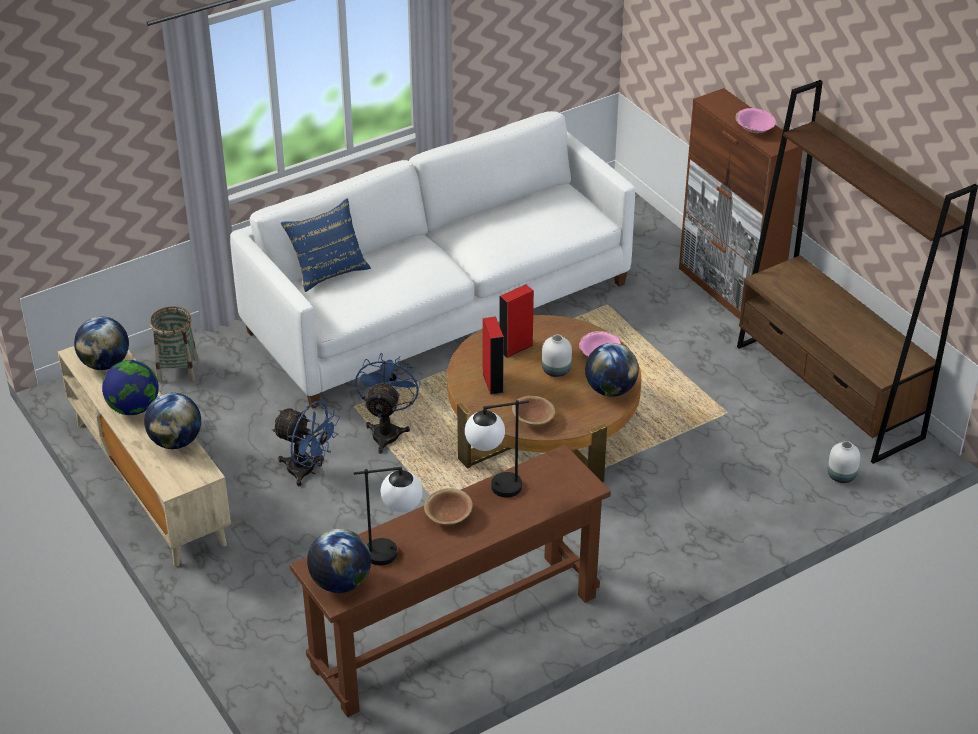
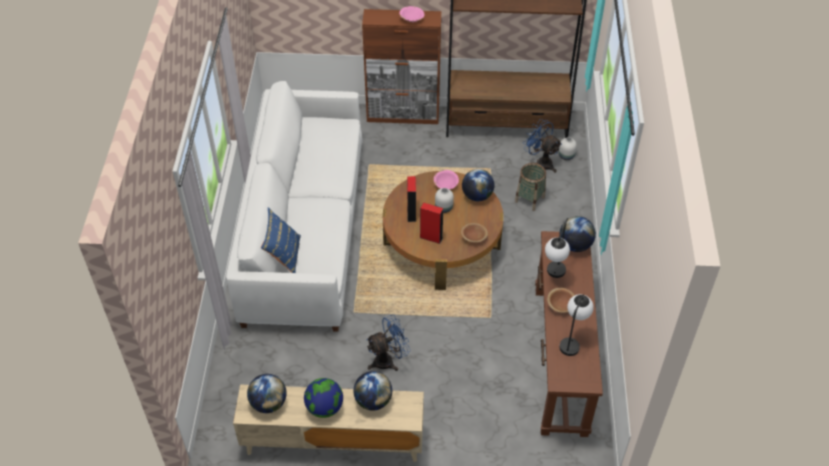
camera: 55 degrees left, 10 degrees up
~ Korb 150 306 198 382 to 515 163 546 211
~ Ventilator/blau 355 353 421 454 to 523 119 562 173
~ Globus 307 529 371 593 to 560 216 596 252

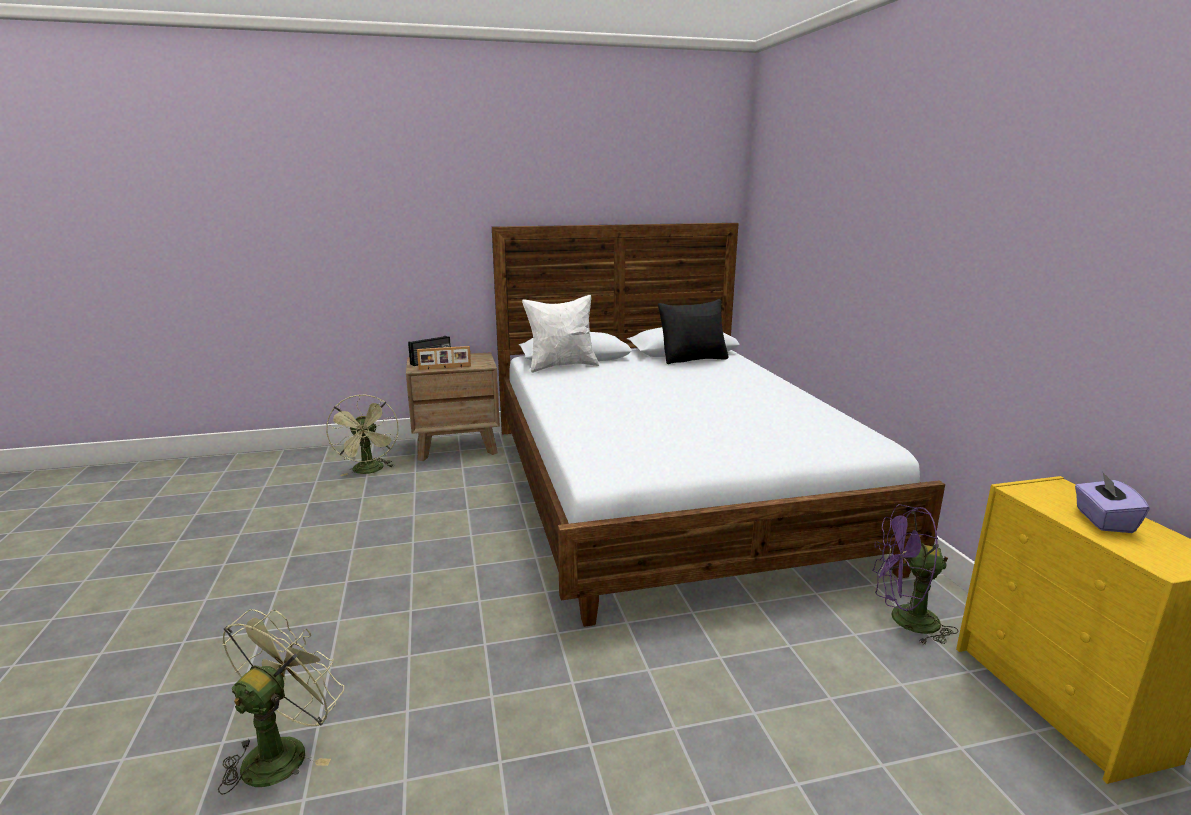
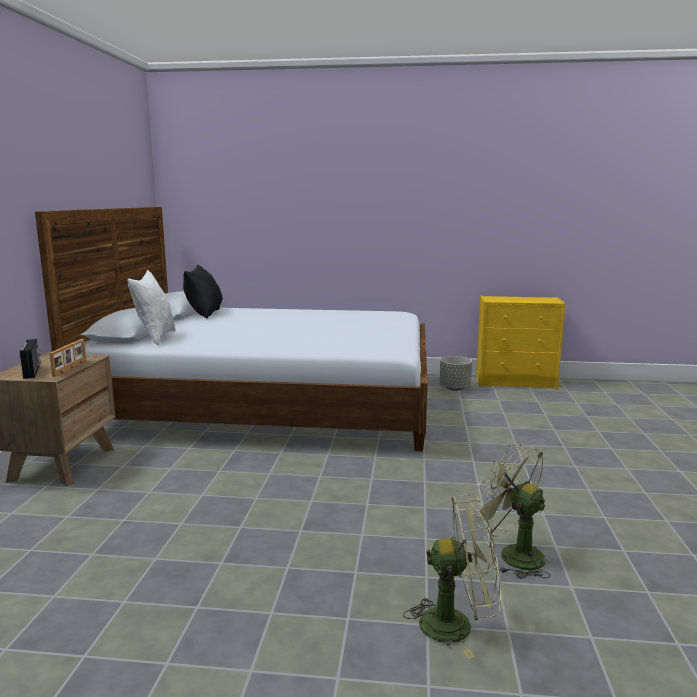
camera: 70 degrees left, 5 degrees down
~ Ventilator/grün 326 394 399 476 to 403 494 501 659
~ Ventilator/lila 872 504 959 645 to Pflanzkübel/grau 439 356 472 391
- Taschentuchbox/lila 1075 471 1149 533

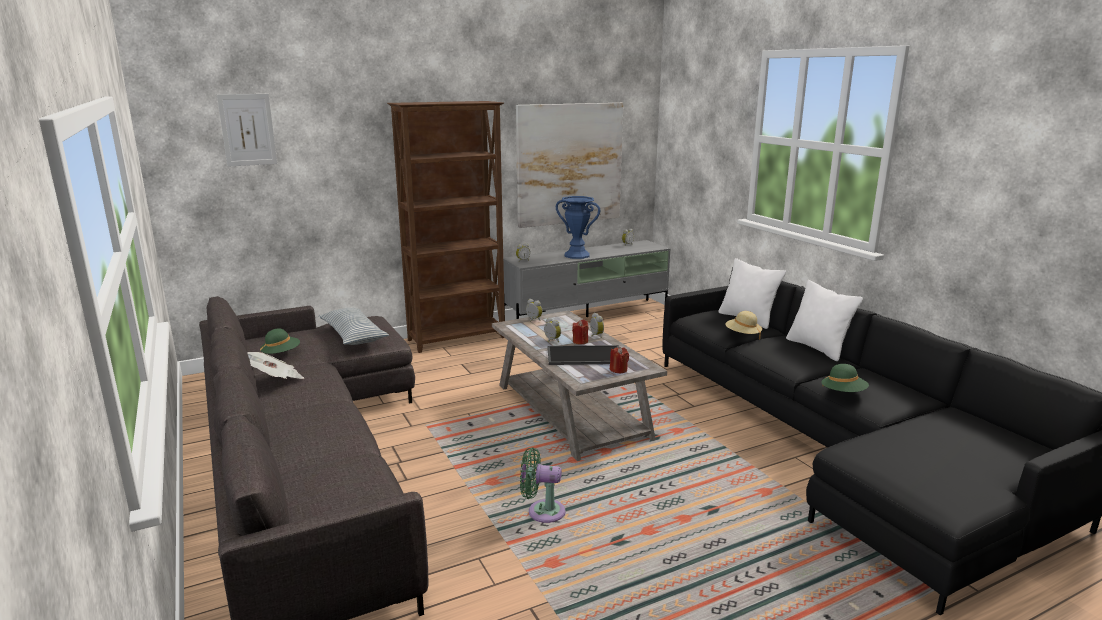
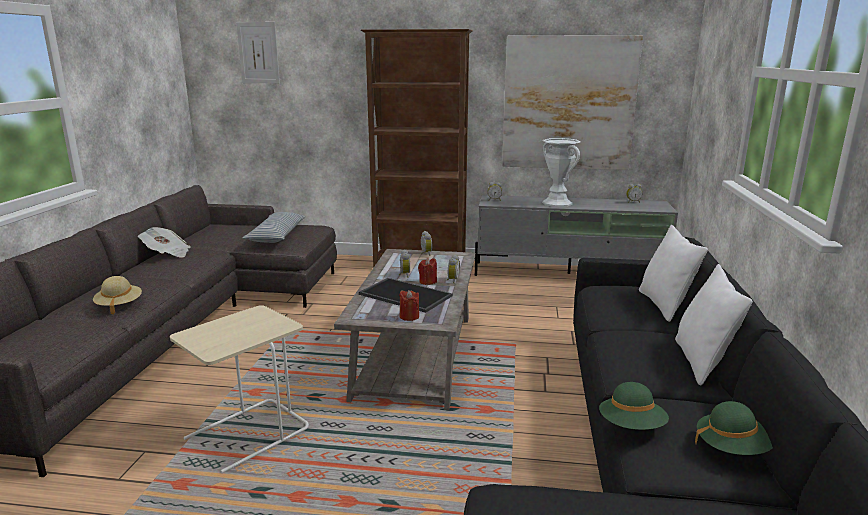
camera: 35 degrees right, 0 degrees up
~ Hut/beige 726 311 762 340 to 93 276 142 315
~ Ventilator/grün 520 447 566 523 to Beistelltisch/beige 170 305 309 473
~ Vase/blau 556 196 600 259 to Vase/weiß 542 138 581 207
~ Hut/grün 260 328 300 354 to 695 401 773 455

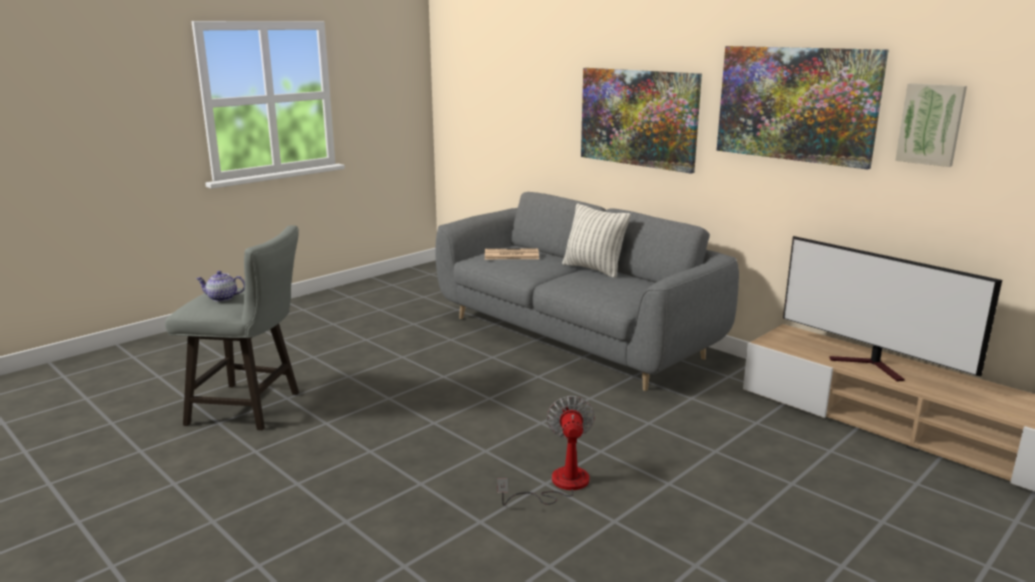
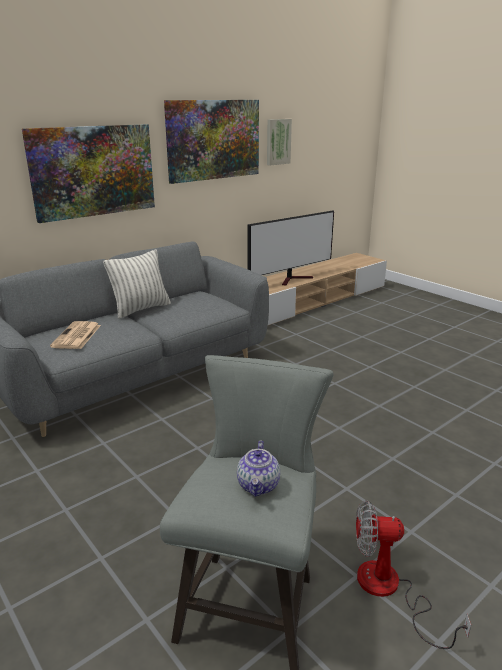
camera: 85 degrees left, 5 degrees up
~ Ventilator 497 396 595 505 to 356 500 471 649

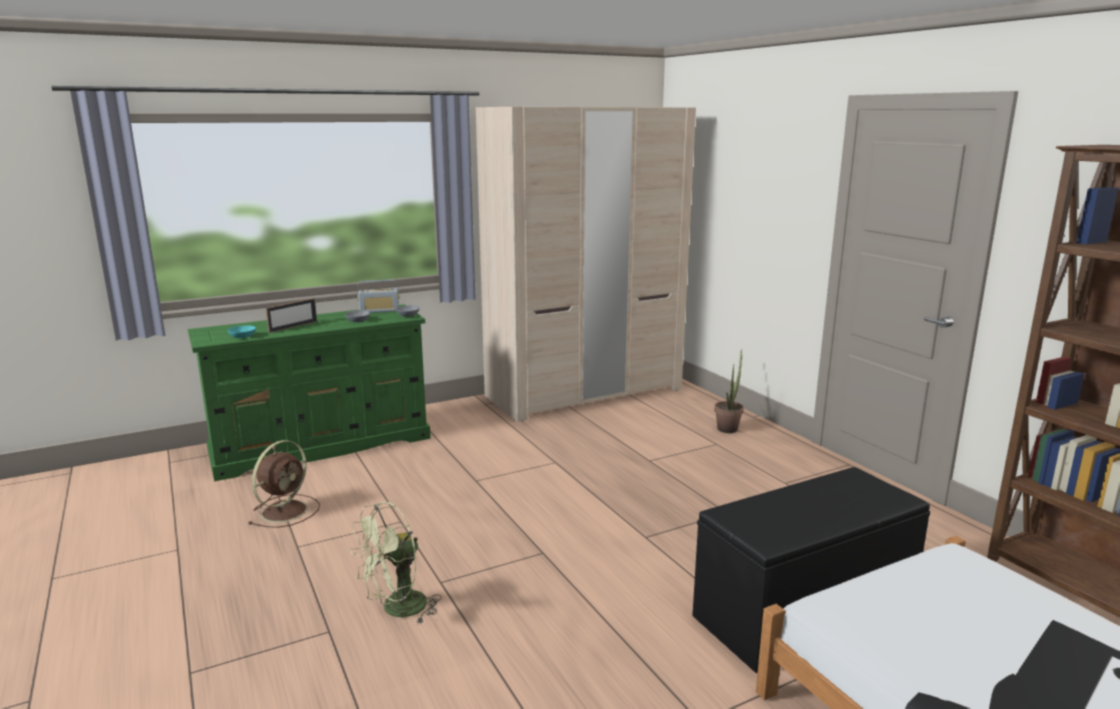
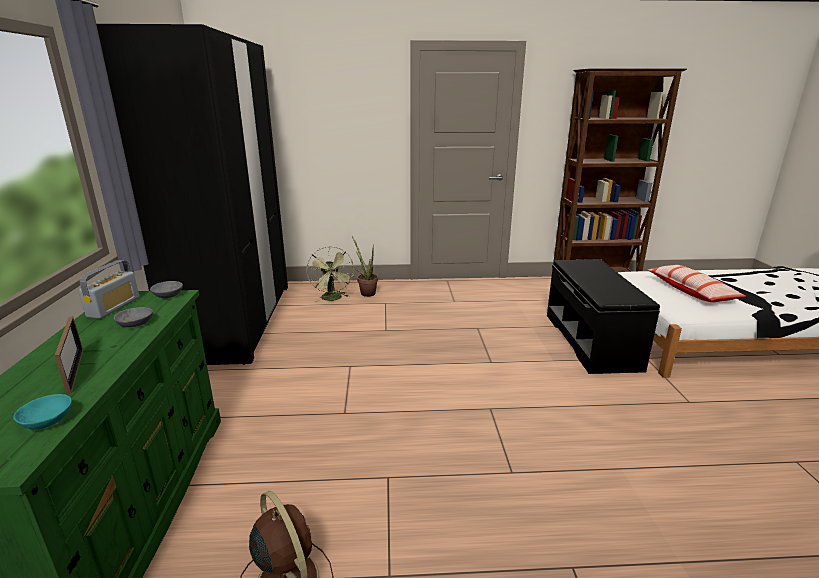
camera: 65 degrees left, 5 degrees up
~ Kleiderschrank/beige 476 107 696 422 to Kleiderschrank/schwarz 96 24 288 365
~ Ventilator/grün 350 502 441 623 to 307 246 354 302
+ Kissen 647 265 746 302

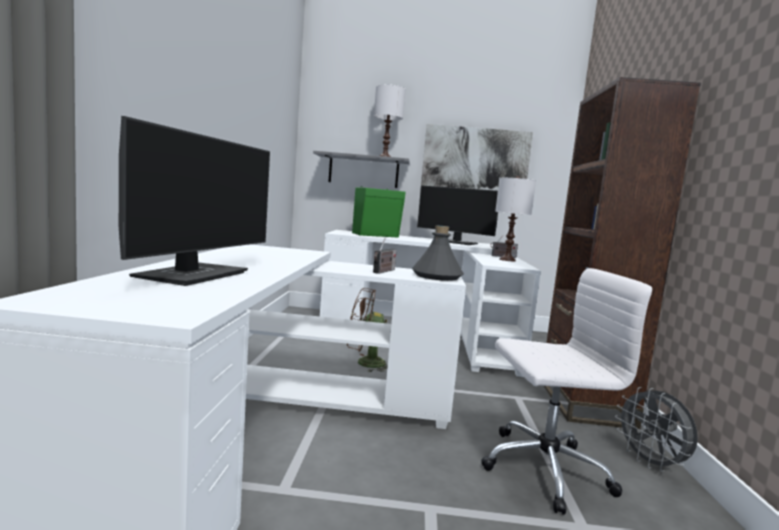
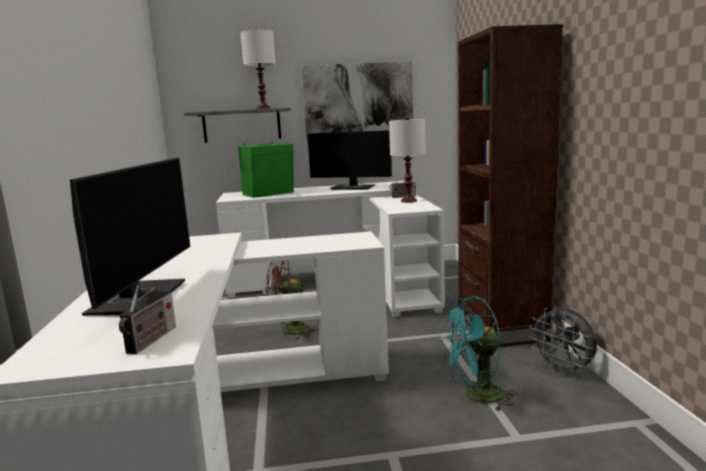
camera: 10 degrees left, 5 degrees up
~ Radio 373 238 397 274 to 119 285 176 354
~ Bürostuhl/weiß 481 268 652 515 to Ventilator/türkis 438 296 517 412
- Flasche/grau 412 225 464 281

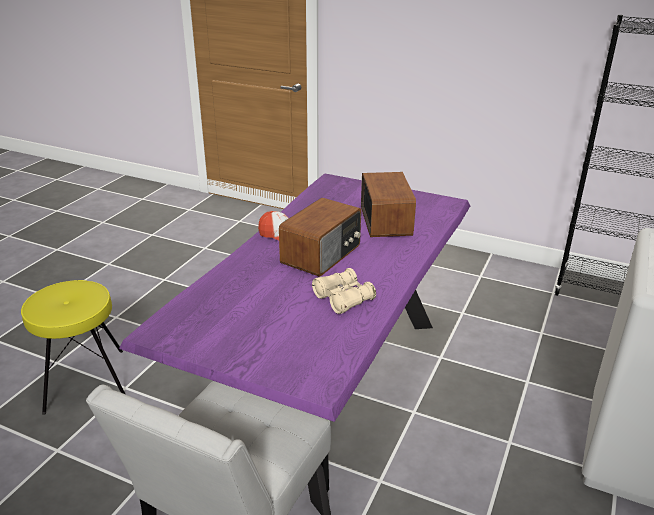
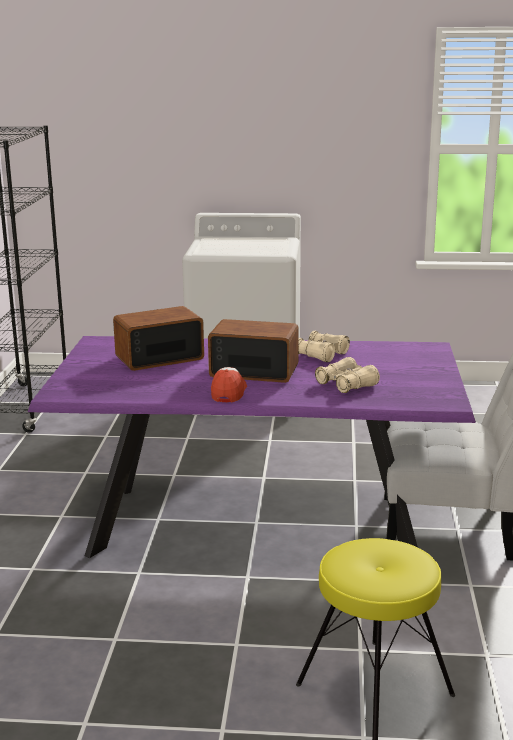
camera: 110 degrees left, 10 degrees down
+ Fernglas/beige 315 357 380 393

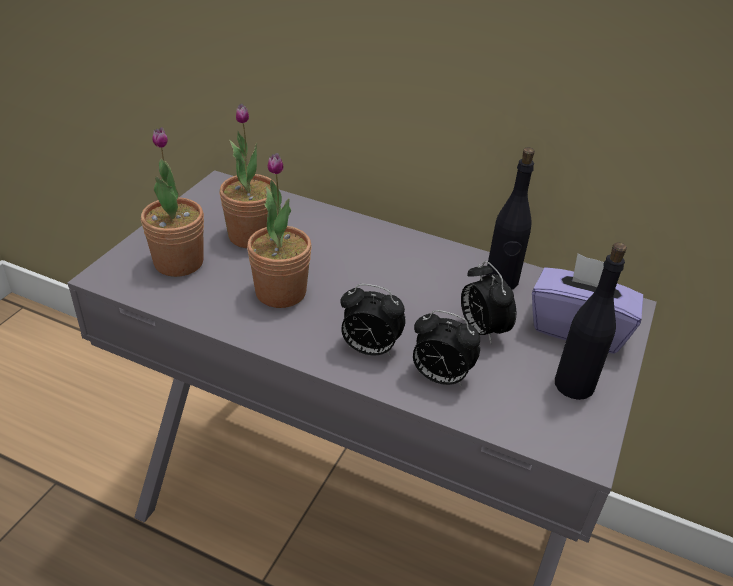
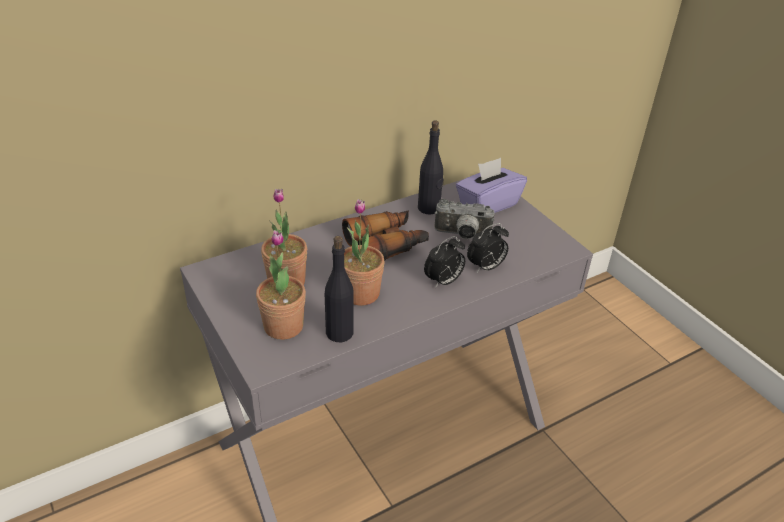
camera: 55 degrees left, 0 degrees up
~ Flasche/schwarz 555 242 627 400 to 325 236 354 342
+ Fernglas 342 210 429 261
~ Wecker 461 261 516 344 to Kamera 434 199 495 239

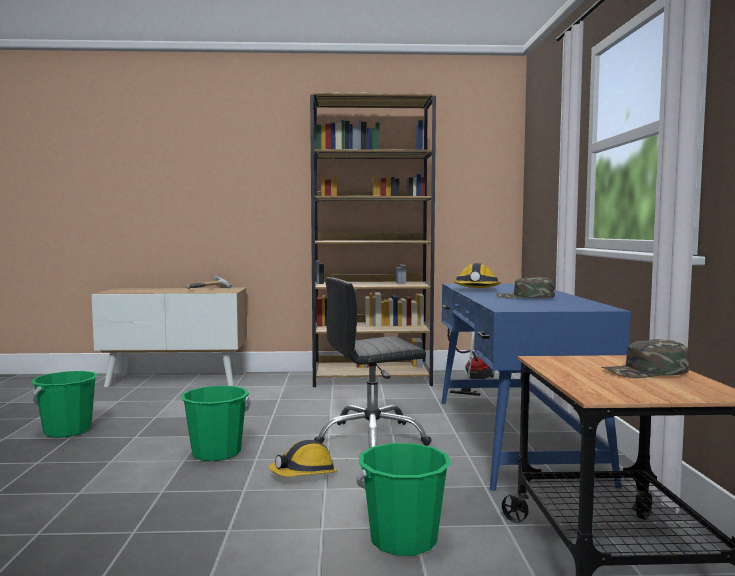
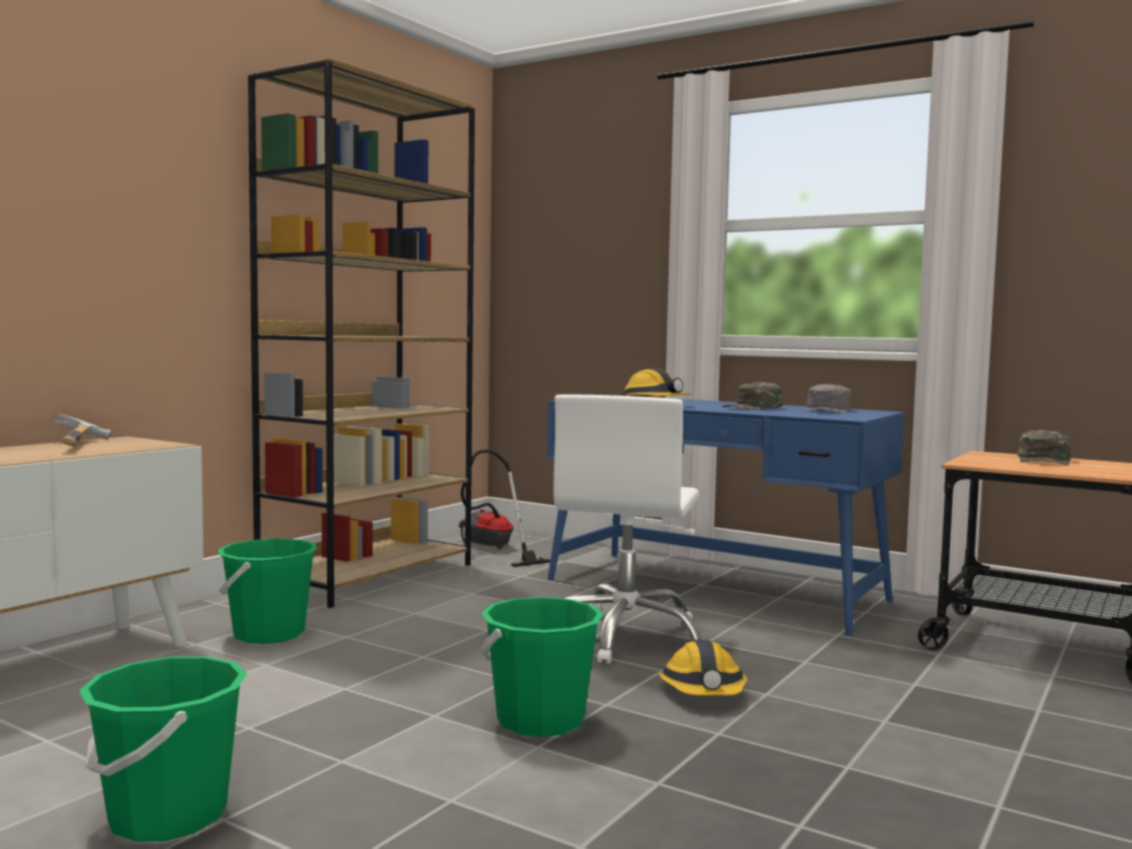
camera: 55 degrees left, 0 degrees up
~ Eimer/grün 357 443 451 556 to 218 539 318 644
~ Bürostuhl/schwarz 314 277 431 448 to Bürostuhl/weiß 554 395 702 664
+ Kappe/grau 804 384 851 413

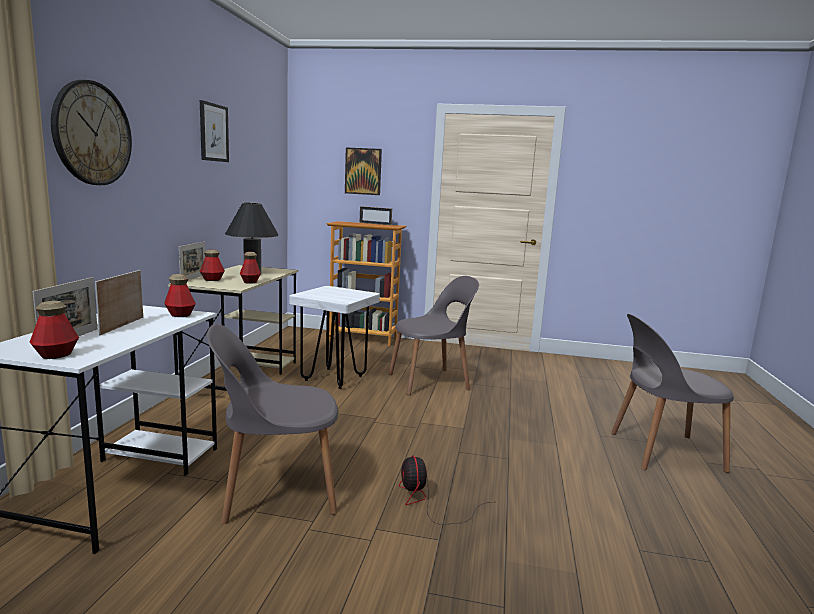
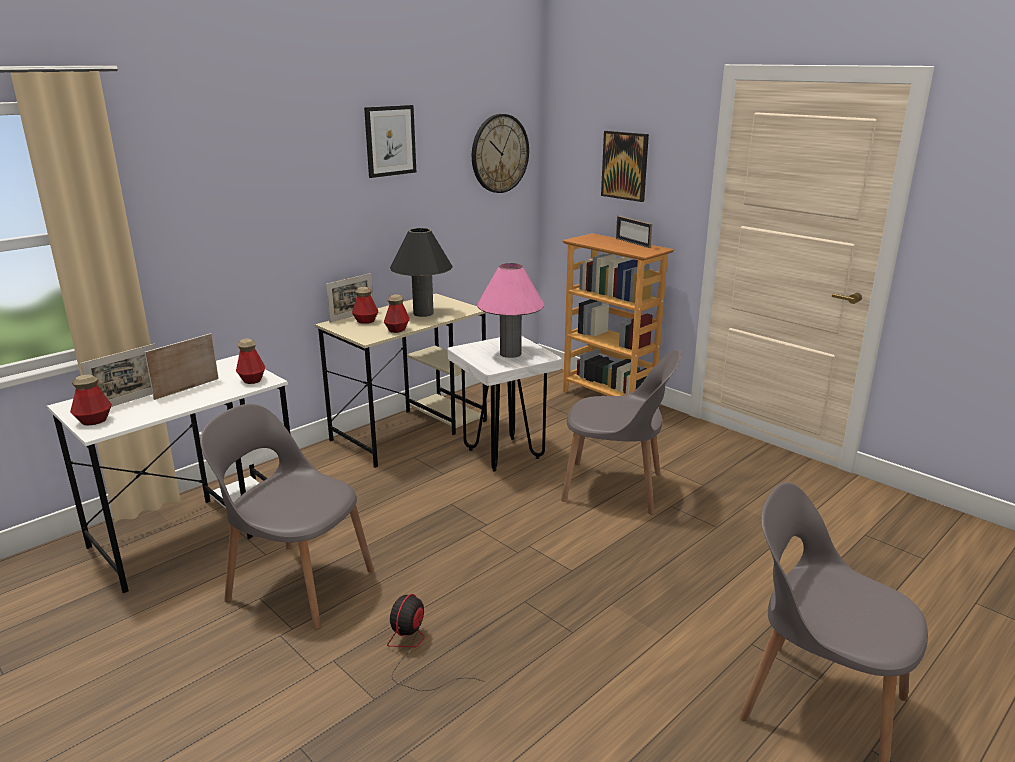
camera: 35 degrees right, 10 degrees up
~ Wanduhr 51 80 132 185 to 472 114 529 193
+ Tischlampe/rosa 478 263 544 358

